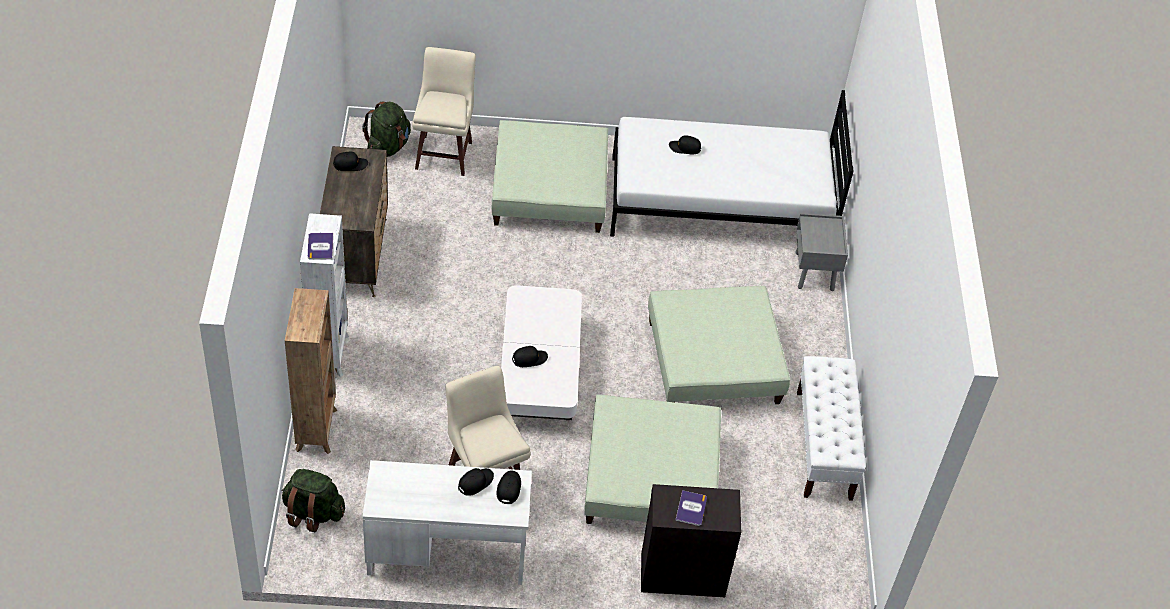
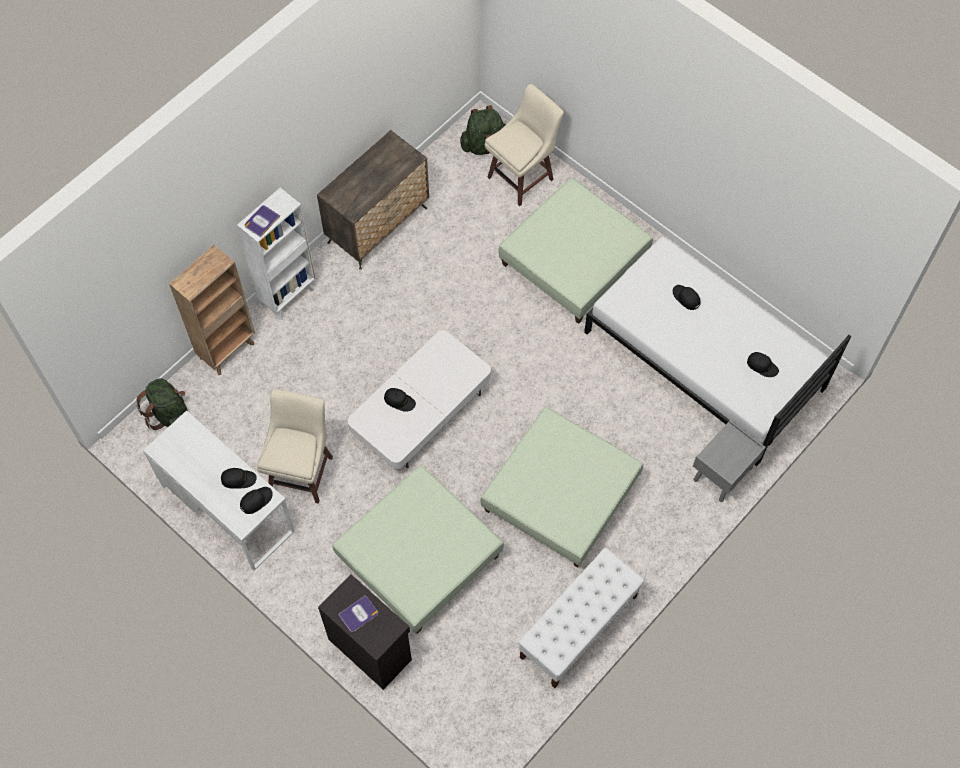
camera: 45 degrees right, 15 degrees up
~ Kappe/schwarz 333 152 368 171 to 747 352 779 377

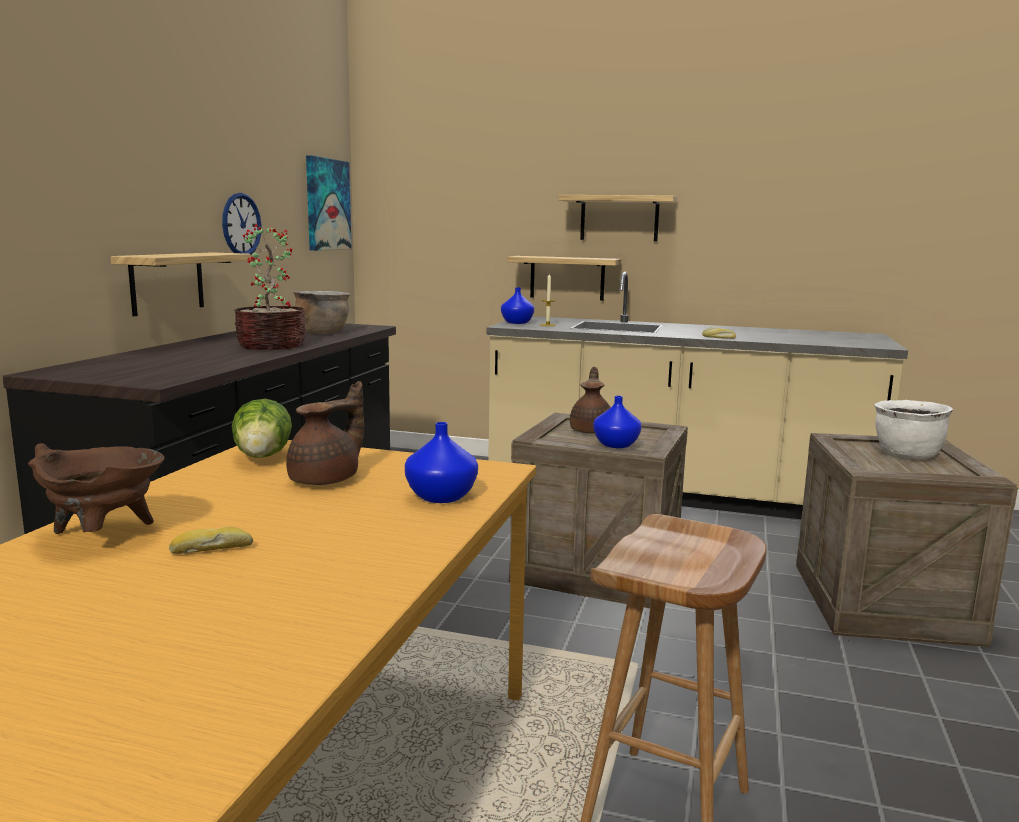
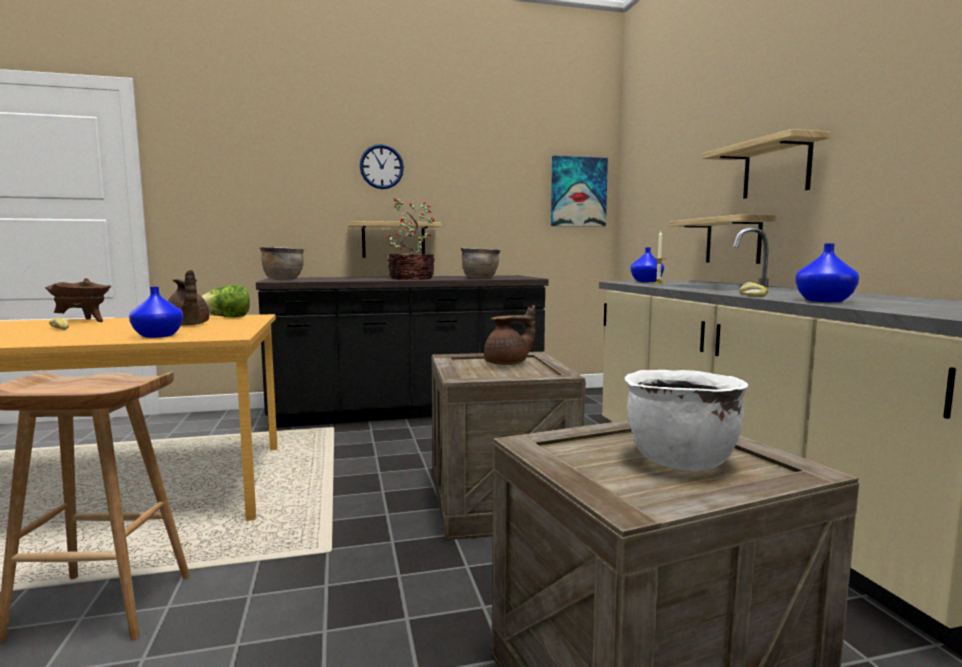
camera: 60 degrees right, 5 degrees down
~ Teekanne/braun 286 381 364 485 = 168 270 209 325 45 degrees clockwise
+ Kochtopf/braun 260 247 304 280
~ Wanduhr 222 193 262 254 to 360 144 404 189
~ Vase/blau 593 396 642 448 to 795 244 859 302

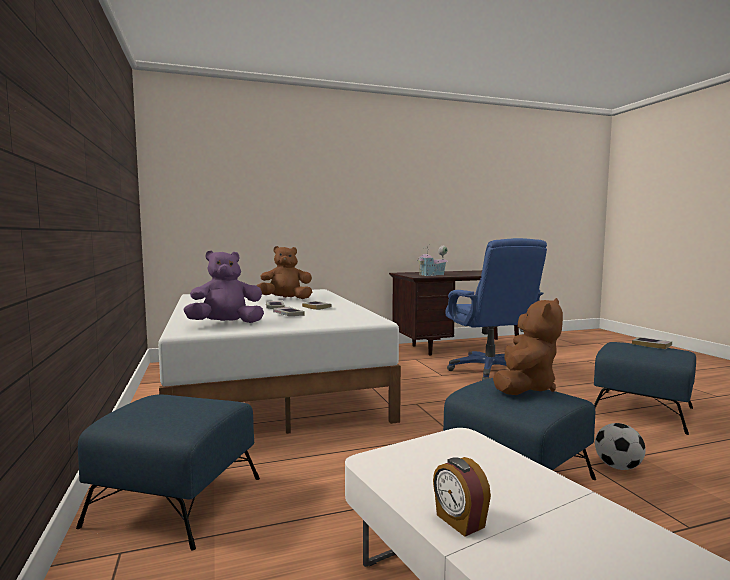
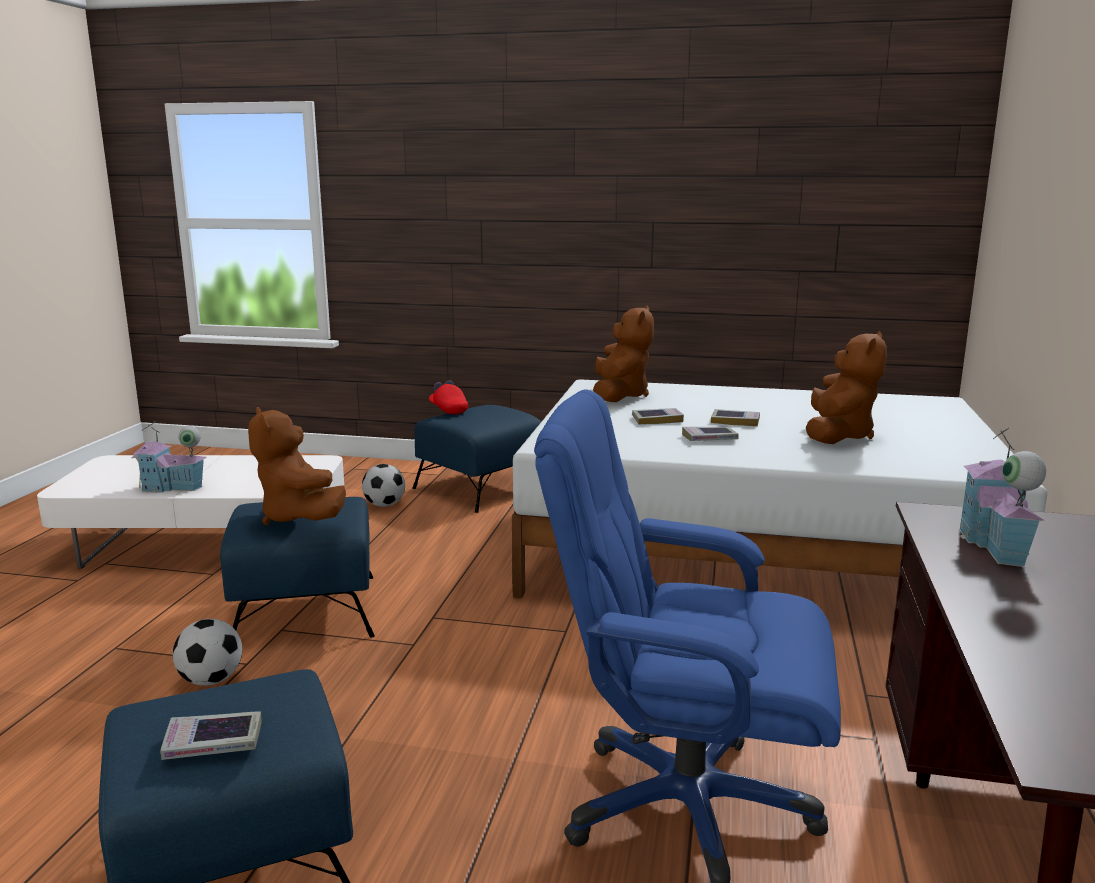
camera: 120 degrees right, 10 degrees up
+ Spielzeughaus 132 421 206 493
+ Fußball 362 464 405 507
+ Kappe/rot 429 380 468 414
~ Plüschtier/lila 183 251 264 323 to Plüschtier/braun 593 305 654 402
- Wecker 433 457 491 537

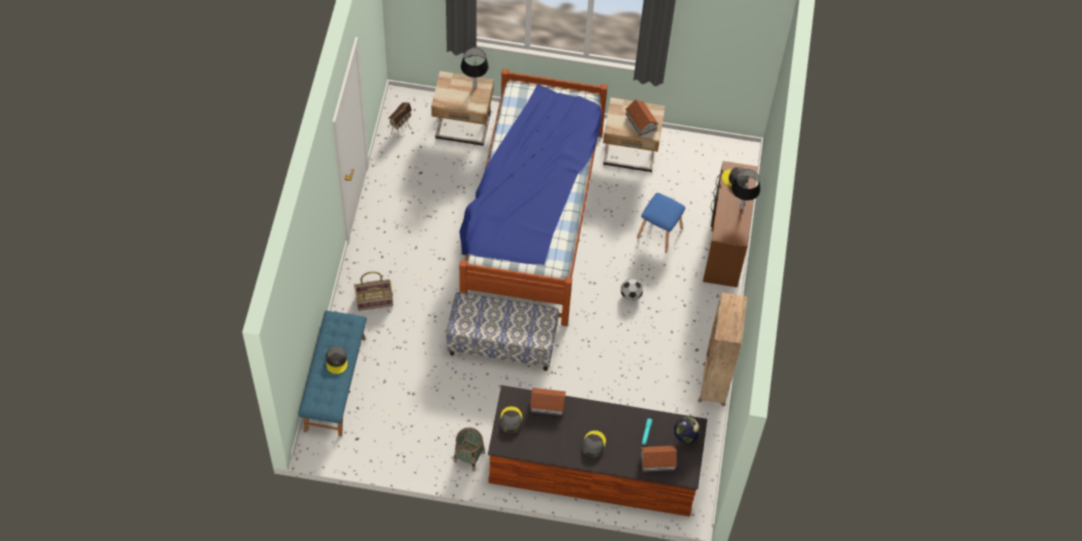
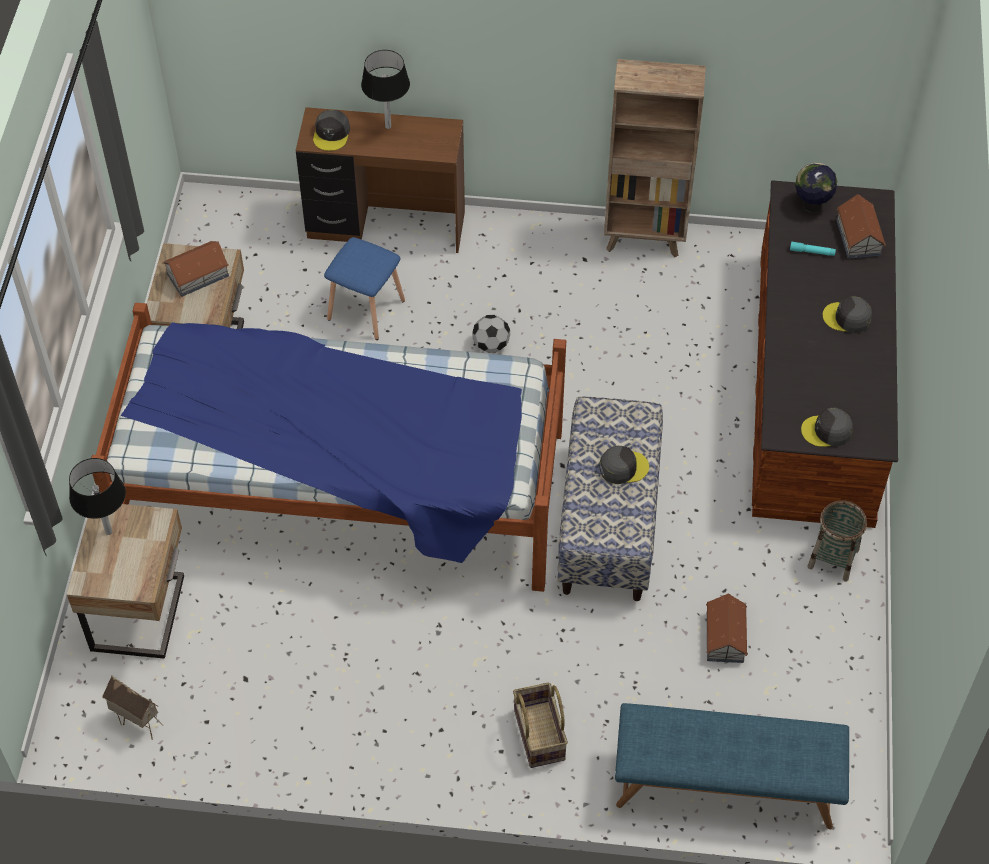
camera: 90 degrees left, 5 degrees down
~ Kappe/grau 325 346 348 374 to 599 446 649 484
~ Spielzeughaus 530 388 566 416 to 706 594 748 663

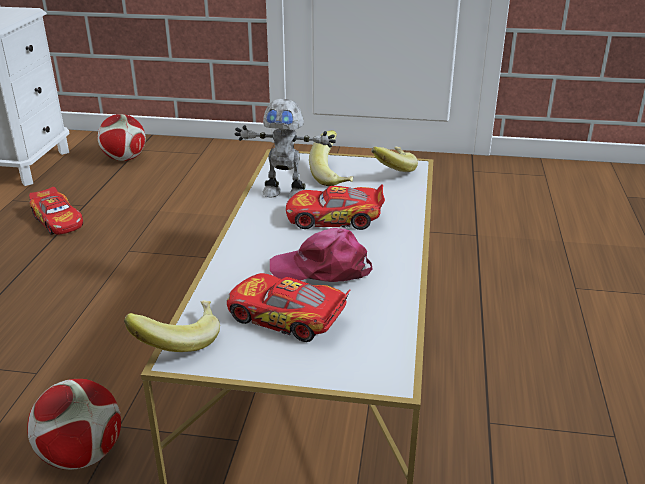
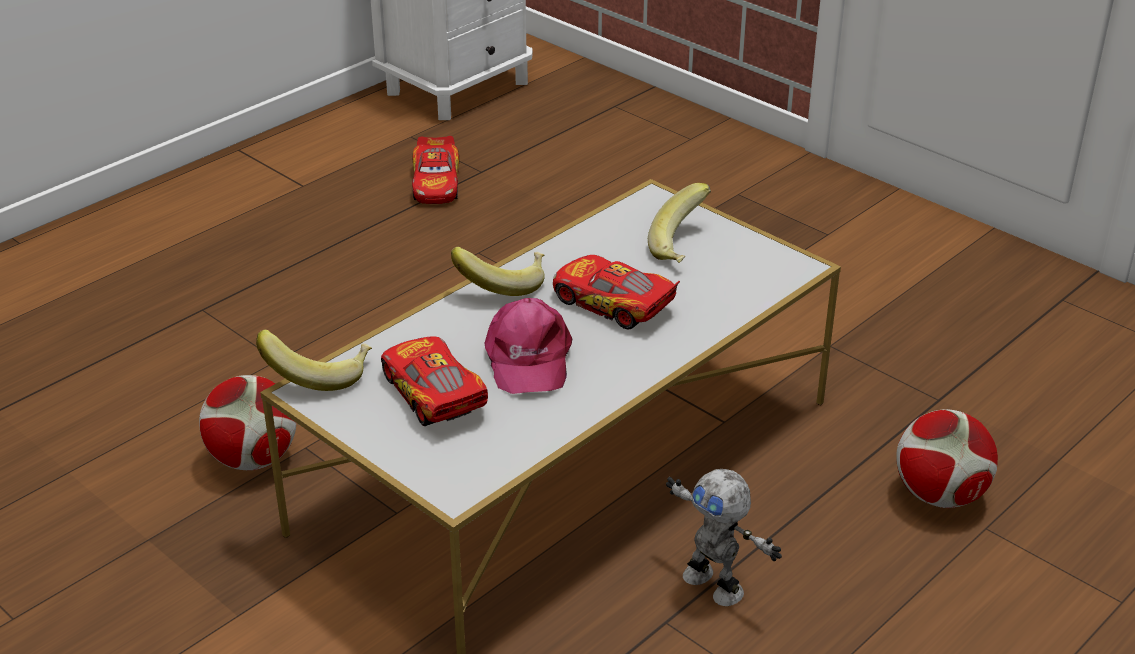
camera: 35 degrees right, 5 degrees up
~ Banane 371 147 418 172 to 451 247 545 296
~ Kappe/rosa 270 228 372 282 = 484 298 572 394 135 degrees counterclockwise
~ Spielzeugroboter 235 99 336 197 to 666 469 782 606
~ Fußball 97 114 146 161 to 896 409 998 508

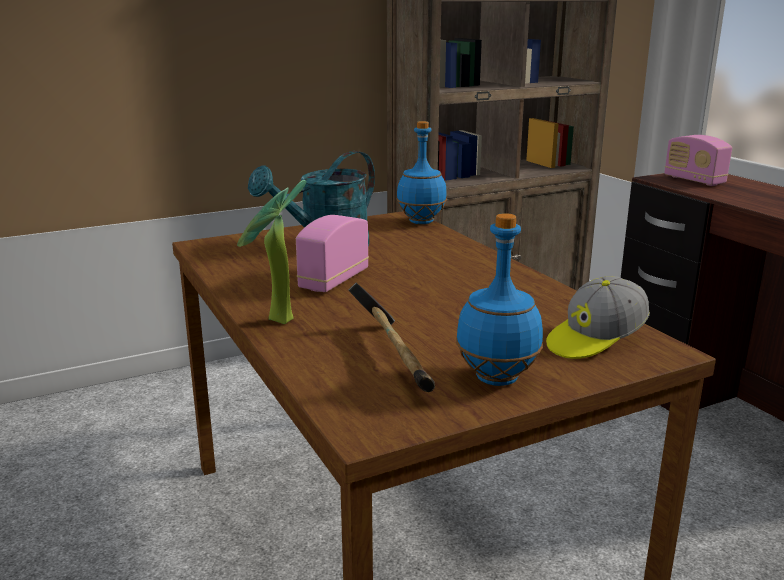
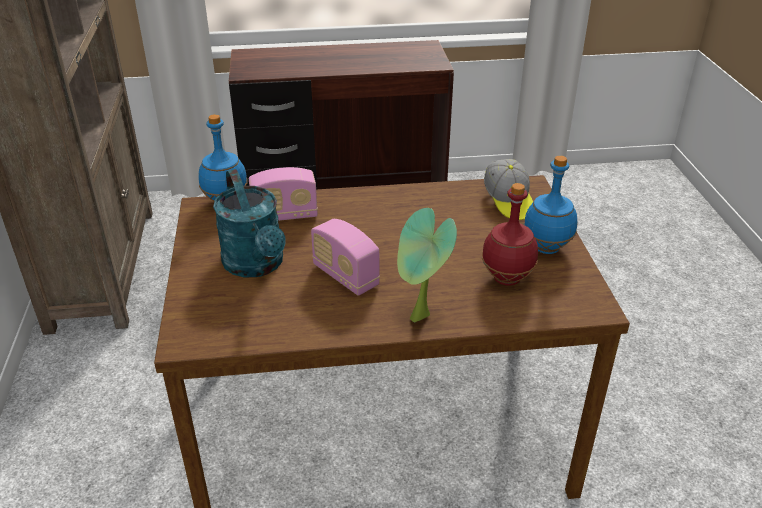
camera: 70 degrees left, 15 degrees up
~ Radio 665 135 732 186 to 249 167 318 221
~ Hammer 348 283 435 392 to Flasche/rot 482 183 538 286

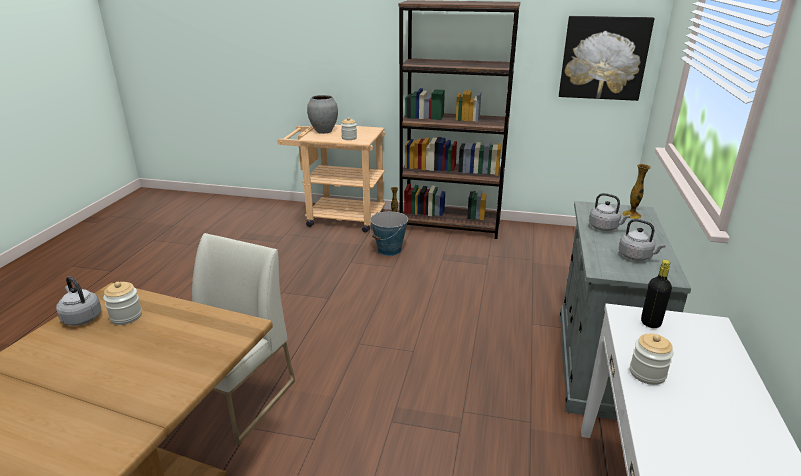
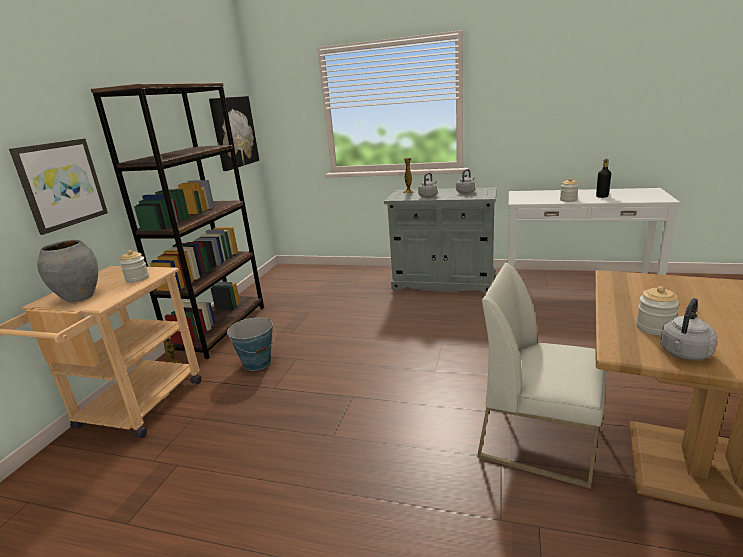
camera: 85 degrees left, 5 degrees down
+ Bild 9 138 108 235
~ Flasche/schwarz 641 260 672 328 to 596 159 611 198

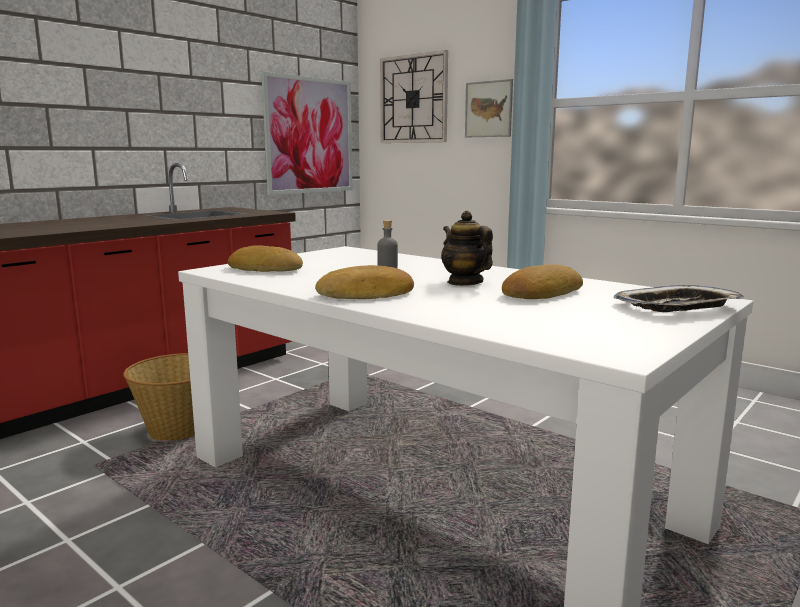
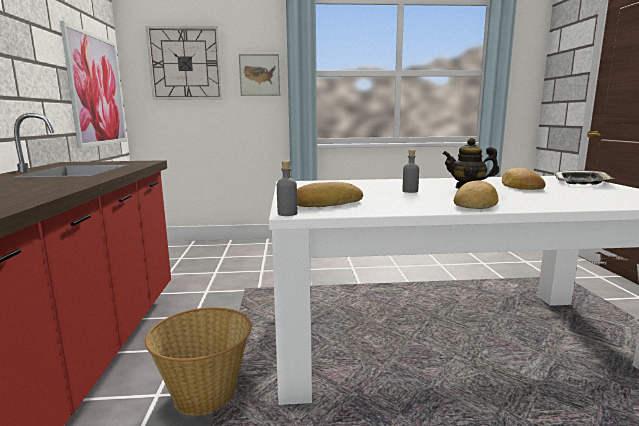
camera: 45 degrees left, 0 degrees up
+ Flasche/grau 277 161 297 216

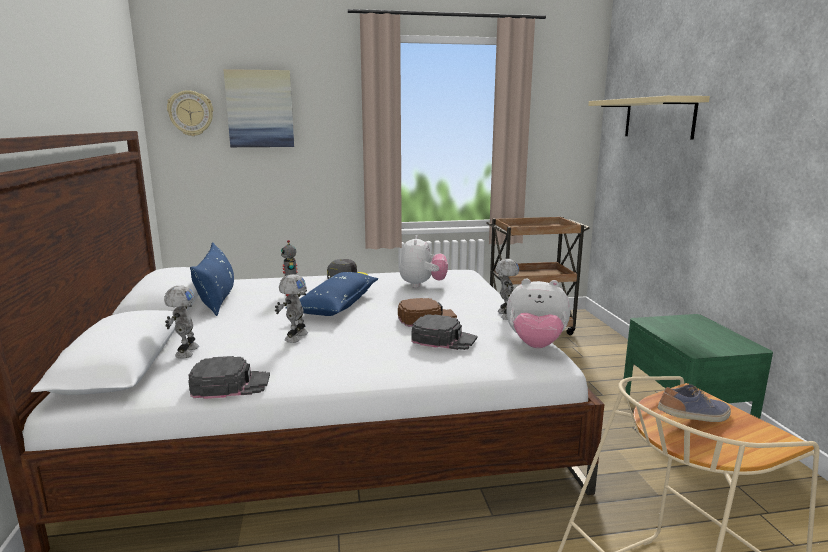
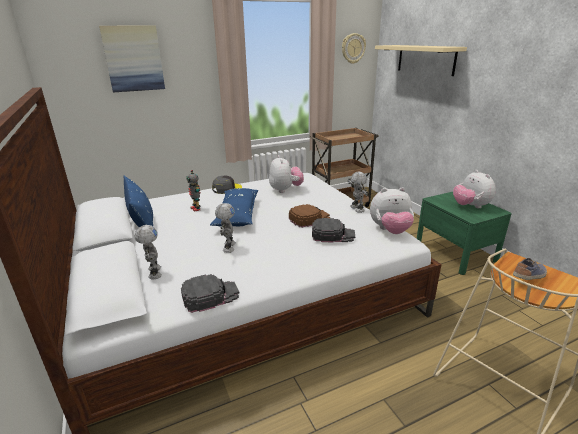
camera: 15 degrees left, 10 degrees up
~ Wanduhr 167 90 213 136 to 342 33 366 64
+ Plüschtier 453 170 496 208

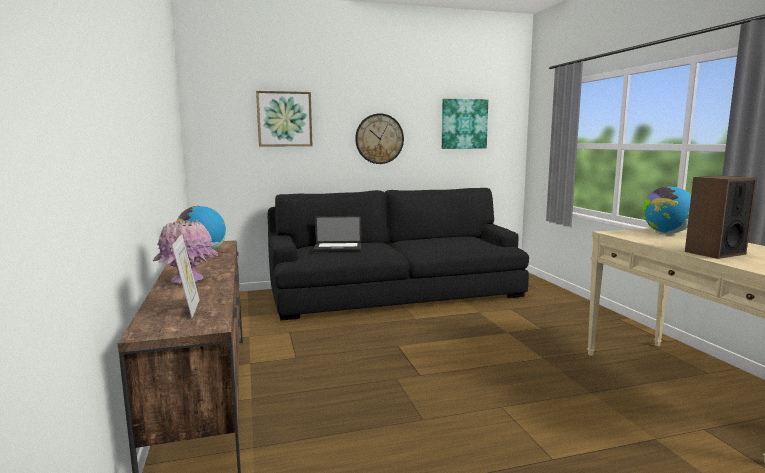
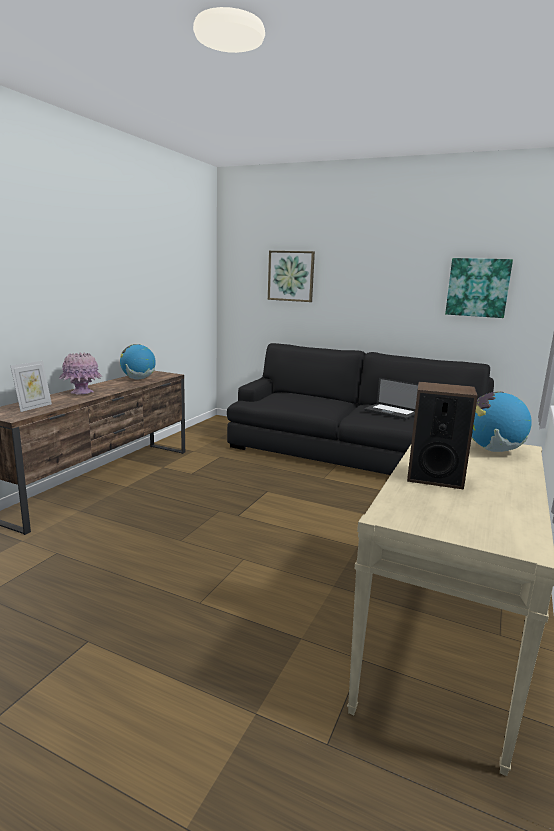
camera: 40 degrees right, 5 degrees up
~ Laptop 313 216 362 252 to 364 378 418 420
- Wanduhr 355 113 404 164

